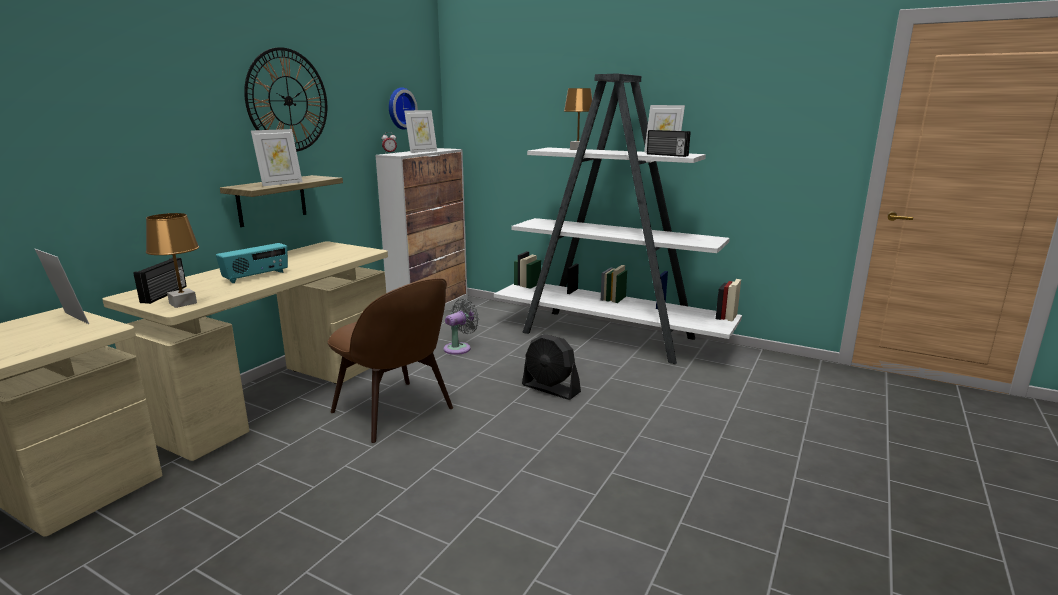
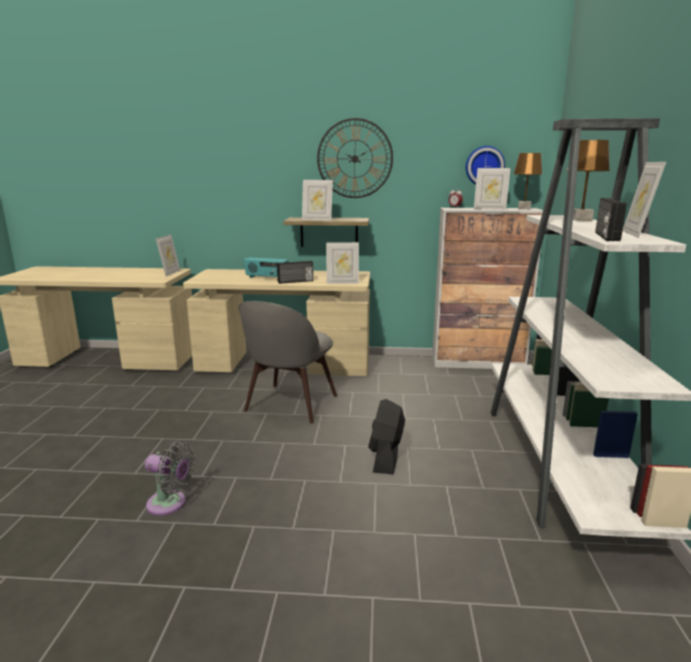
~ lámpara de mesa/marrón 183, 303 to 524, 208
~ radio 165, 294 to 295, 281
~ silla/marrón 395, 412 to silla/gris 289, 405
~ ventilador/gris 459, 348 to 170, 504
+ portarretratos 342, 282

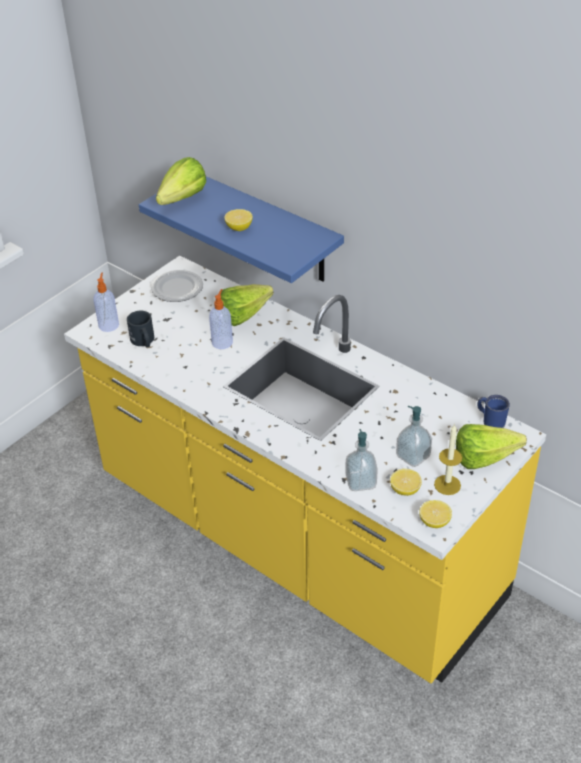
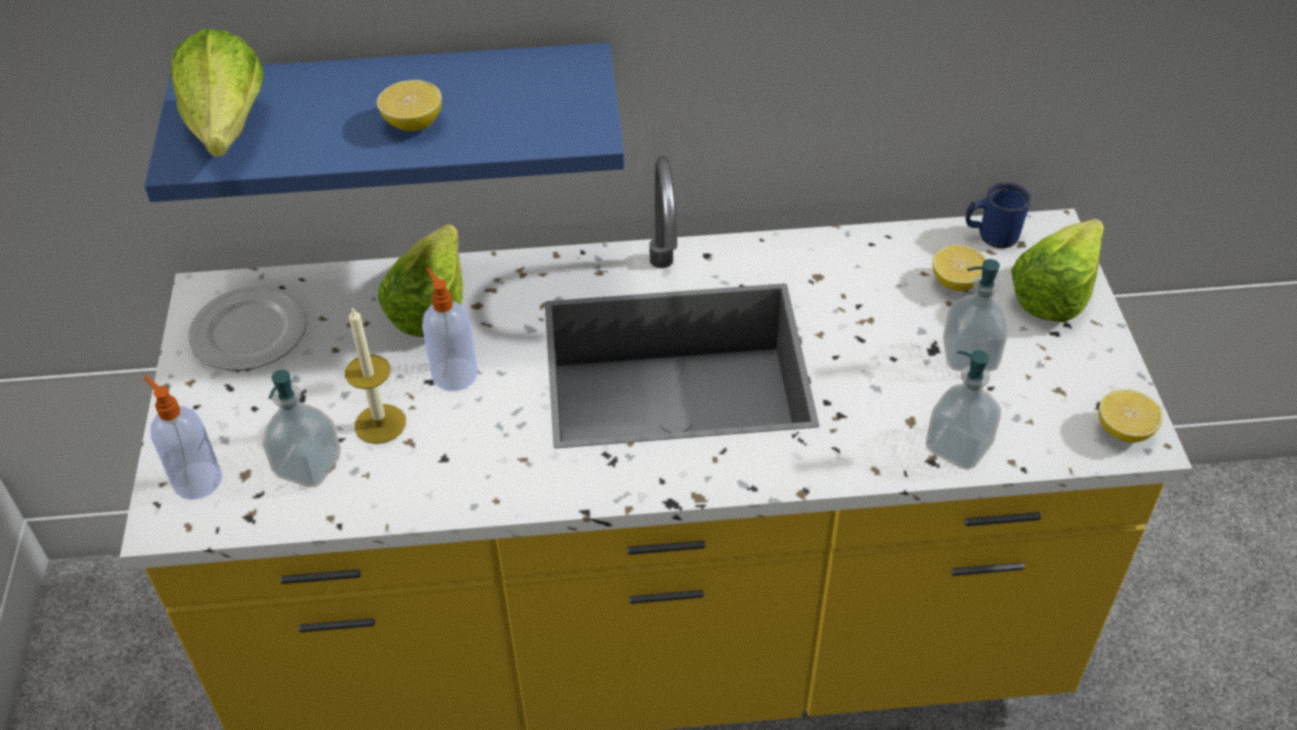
~ taza grande/negro 144, 341 to dispensador de jabón 308, 465
~ vela 447, 485 to 380, 424
~ limón 405, 490 to 956, 282

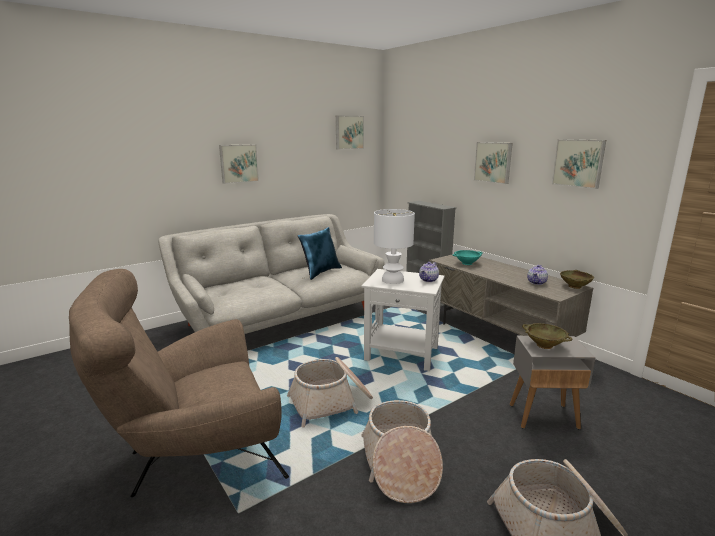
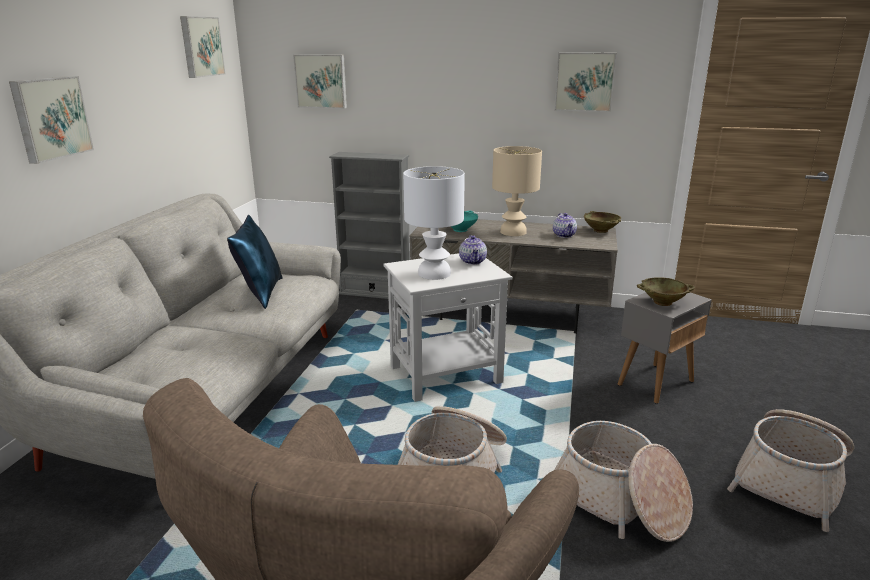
~ cuadro 493, 162 to 321, 81
+ lámpara de mesa/beis 514, 232

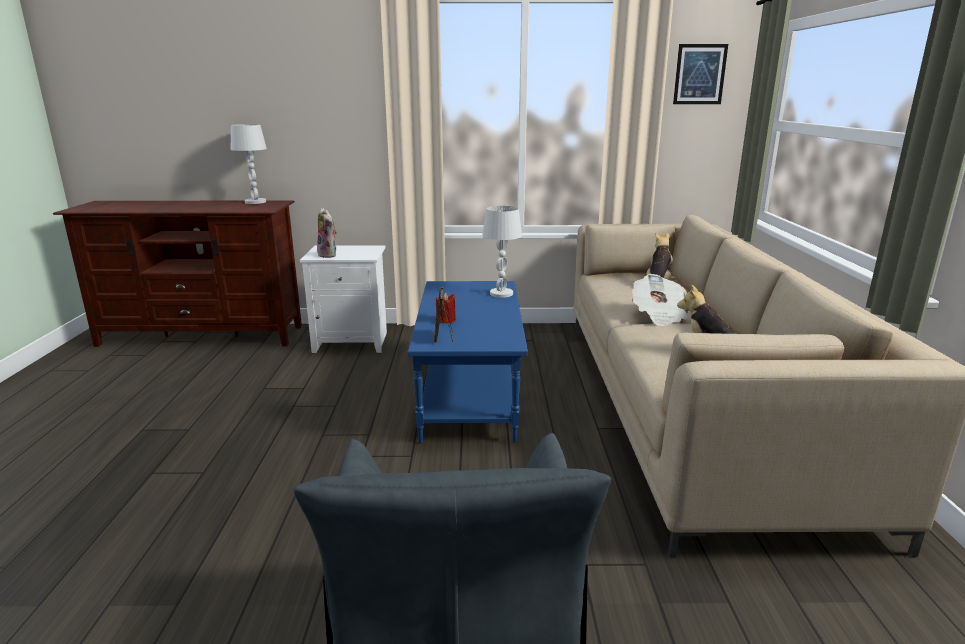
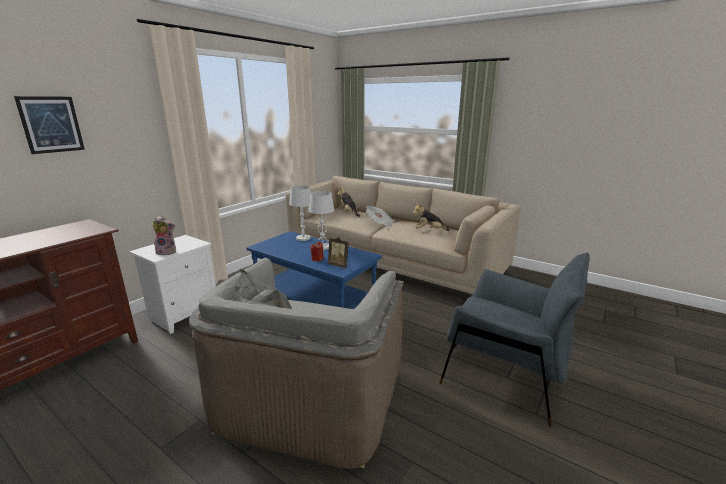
~ cuadro 700, 74 to 51, 124
~ lámpara de mesa/blanco 255, 202 to 322, 247
+ sillón/gris 311, 397

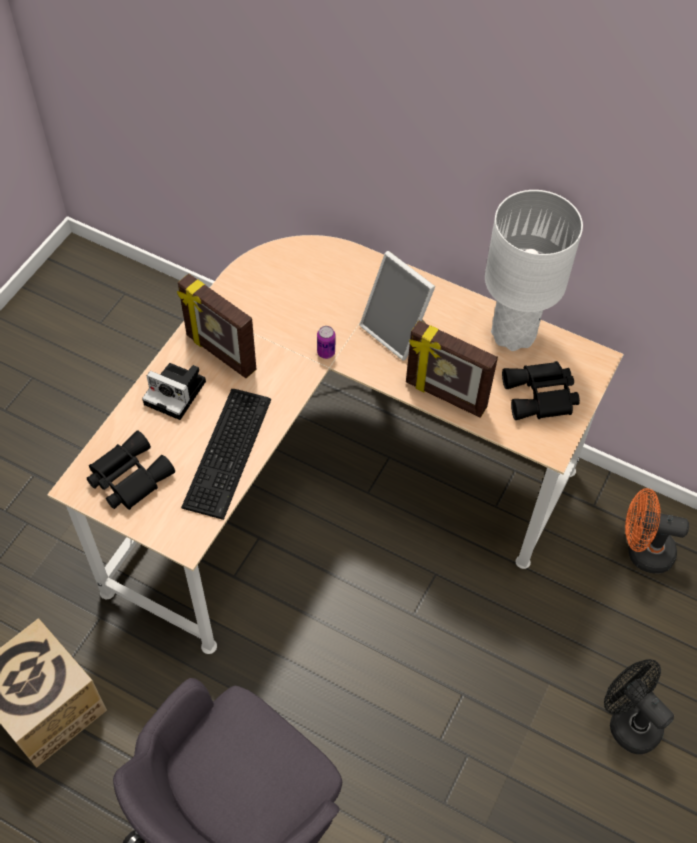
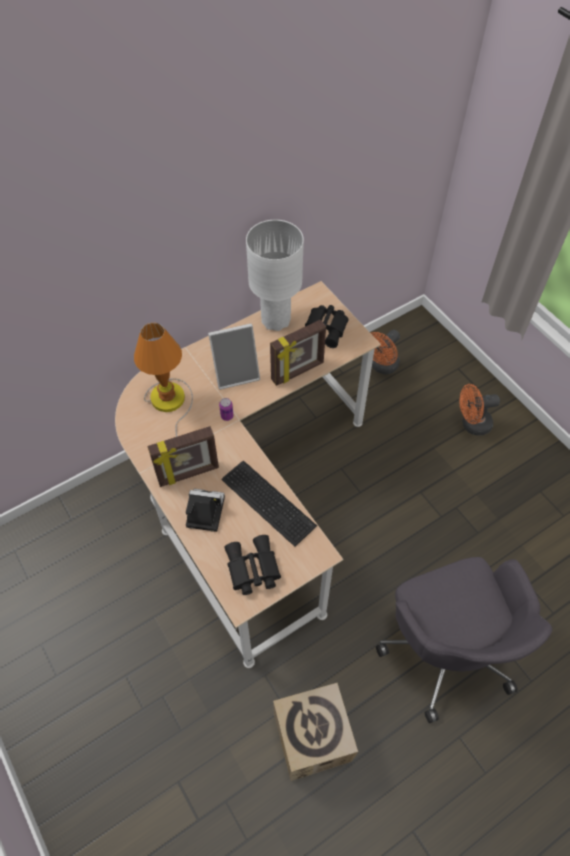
~ cámara 177, 393 = 203, 512 135 degrees counterclockwise
~ ventilador/negro 628, 721 to ventilador/naranja 471, 424
+ lámpara de mesa 170, 401

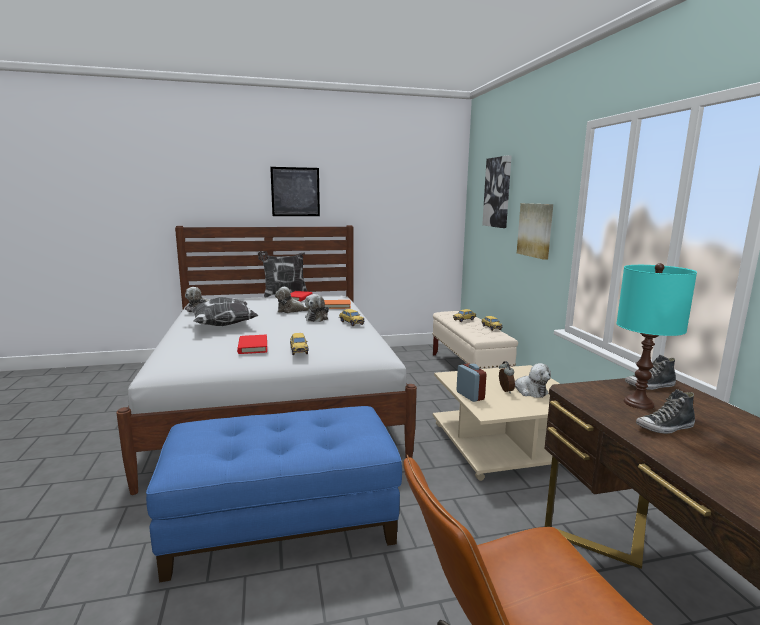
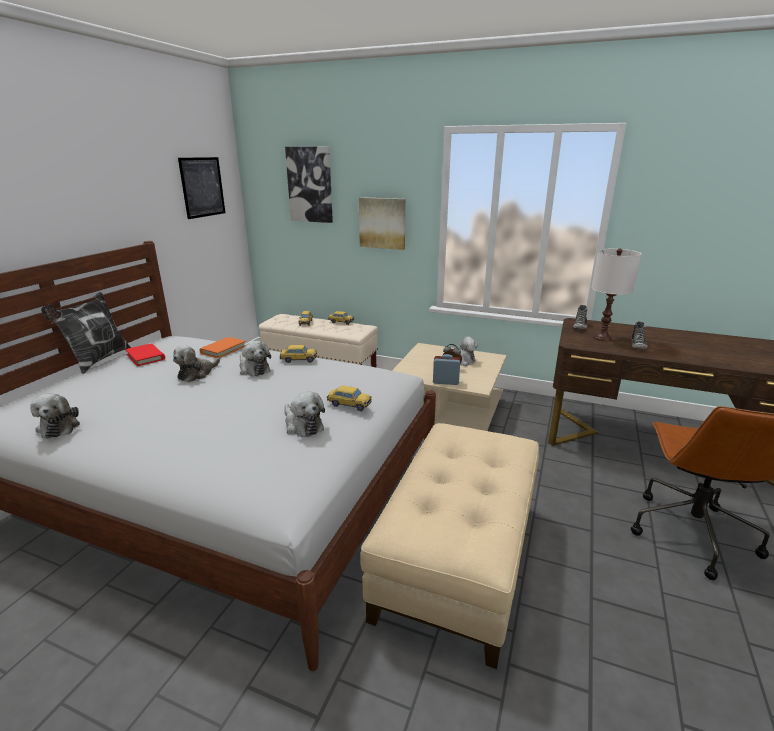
~ cuadro 295, 192 to 202, 187
~ lámpara de mesa/turquesa 638, 403 to lámpara de mesa/blanco 602, 338
- cojín 221, 325
~ libro/rojo 252, 347 to peluche 302, 425
~ puf/azul 282, 519 to puf/beis 456, 556

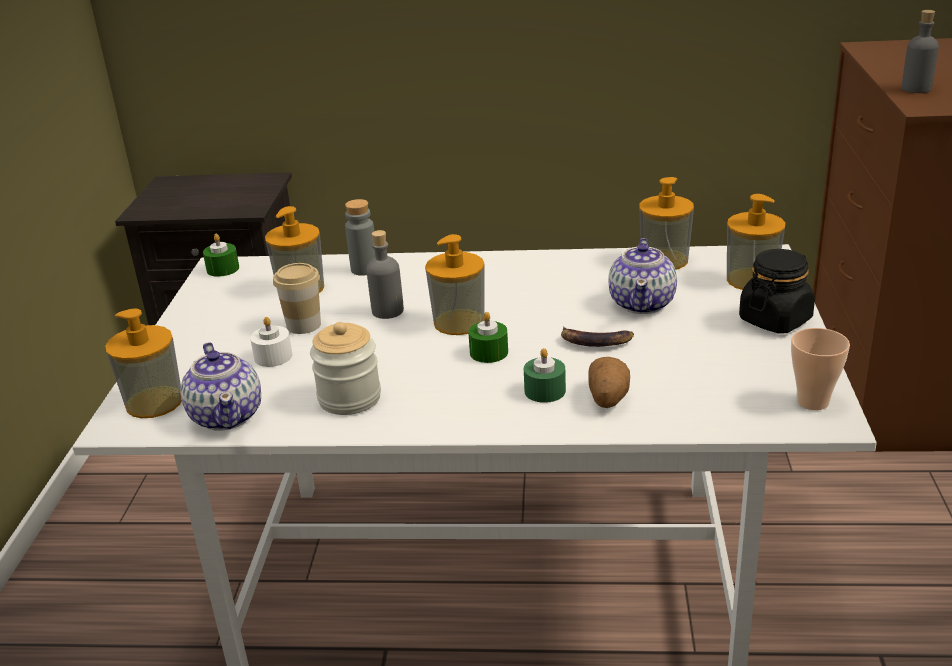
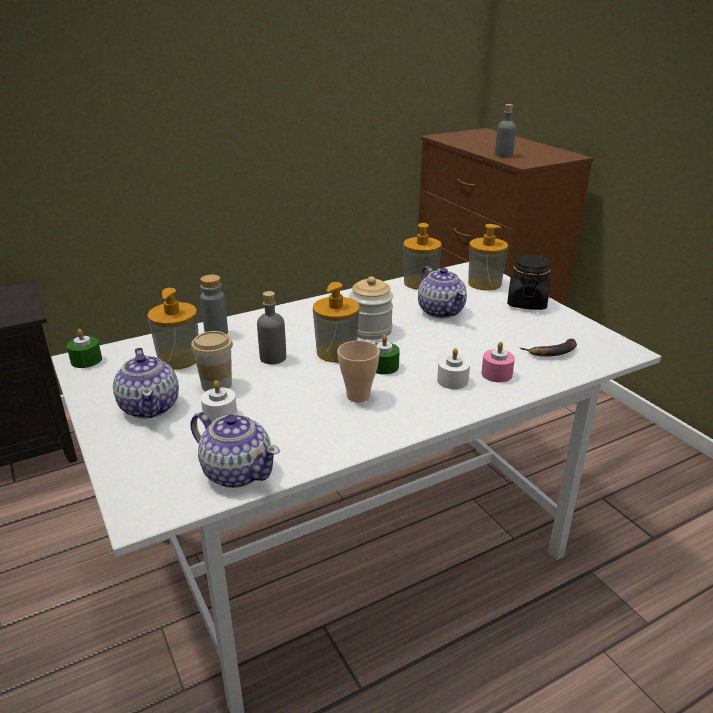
- dispensador de jabón 154, 402
~ tarro 349, 398 to 370, 330
~ plátano 595, 341 to 552, 351
~ taza 813, 401 to 358, 396
~ vela/verde 545, 391 to vela/blanco 452, 380
~ patata 608, 398 to vela/rosa 496, 374
+ tetera 150, 406

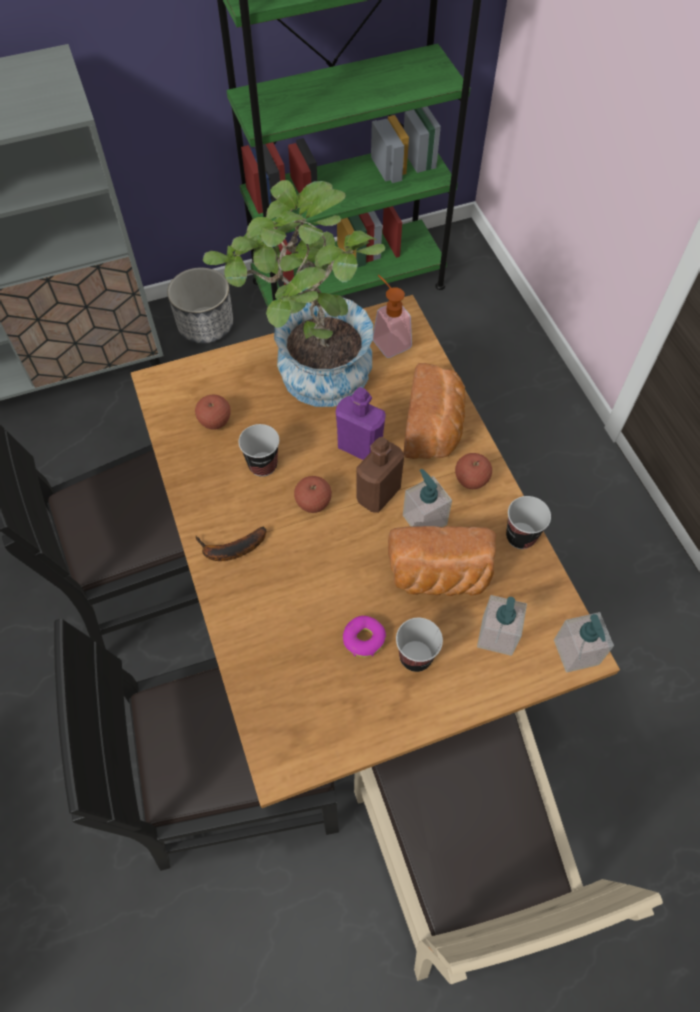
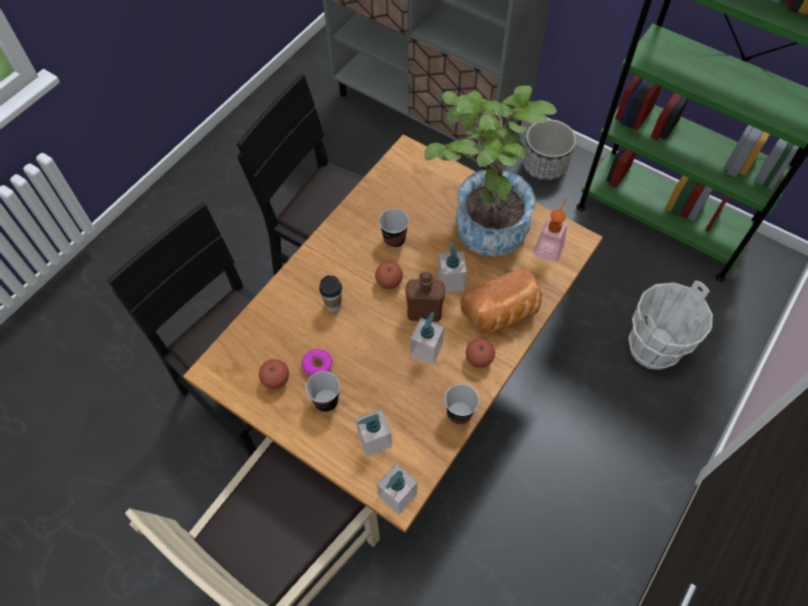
~ botella/morado 360, 447 to dispensador de jabón 450, 281
~ manzana 215, 422 to 276, 380
- pan 439, 576
- plátano 230, 550
+ taza 333, 305
+ cubo/blanco 653, 349

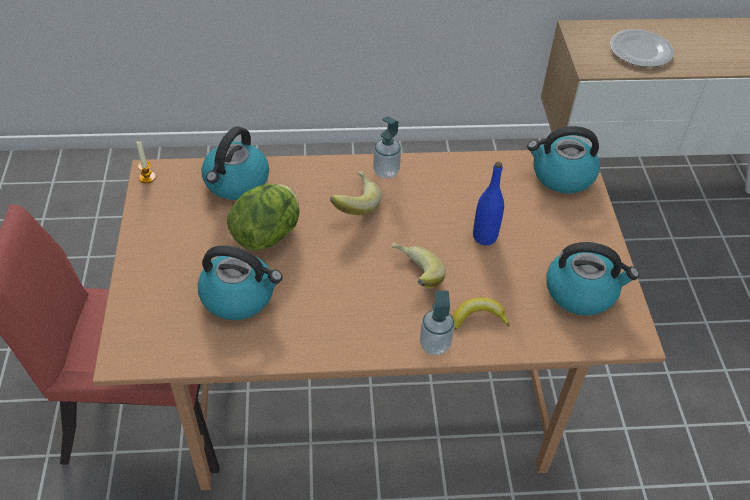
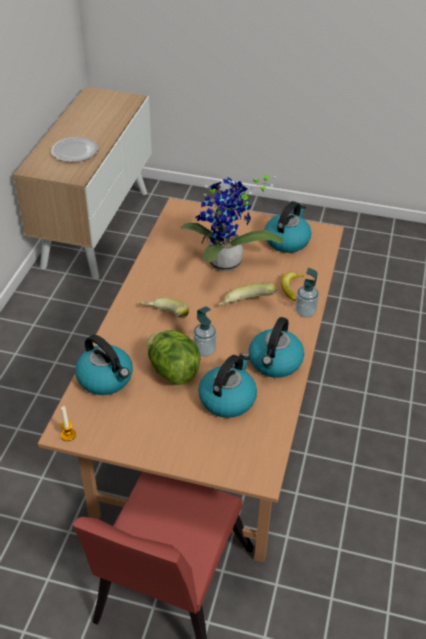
~ dispensador de jabón 386, 171 to 204, 350
~ hervidor 561, 176 to 275, 362
~ botella/azul 484, 237 to planta en maceta 225, 265

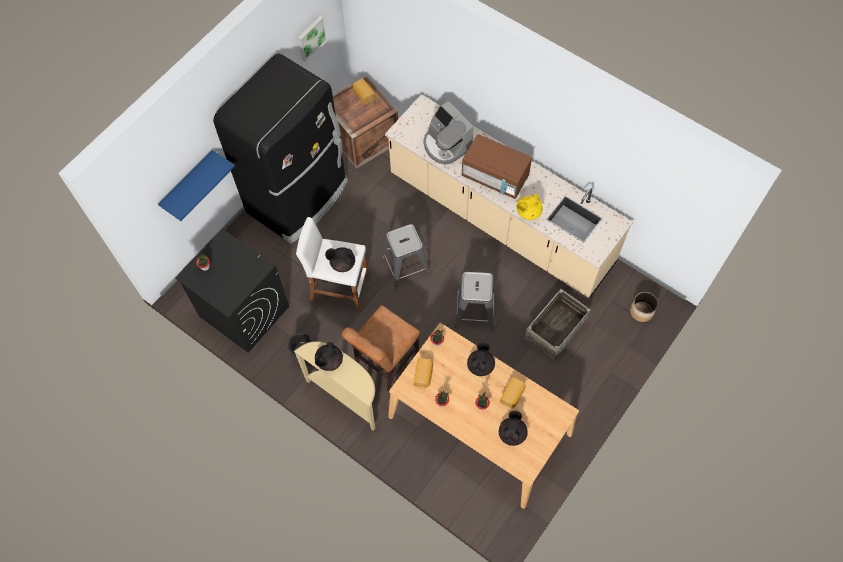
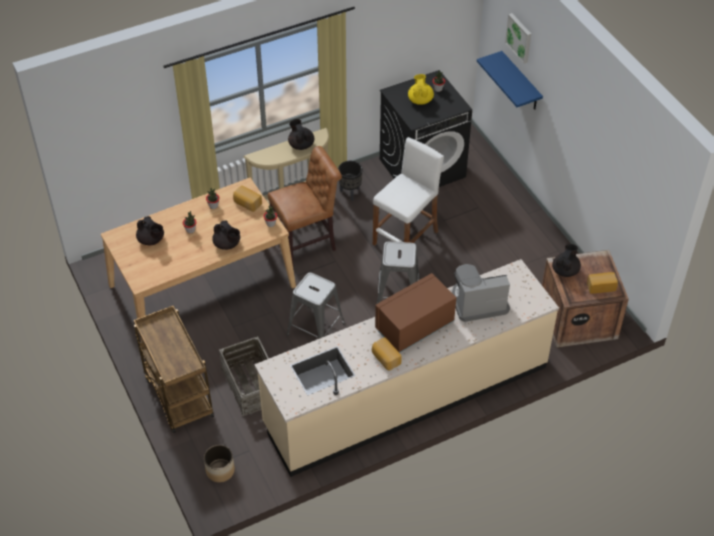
~ cuadro 311, 37 to 519, 37
- nevera/negro 299, 197
~ tetera/amarillo 528, 212 to 420, 100
~ tetera/negro 342, 263 to 565, 270
~ silla/marrón 384, 363 = 307, 243 90 degrees clockwise
~ pan 513, 395 to 385, 359
+ carrito/marrón 177, 396

